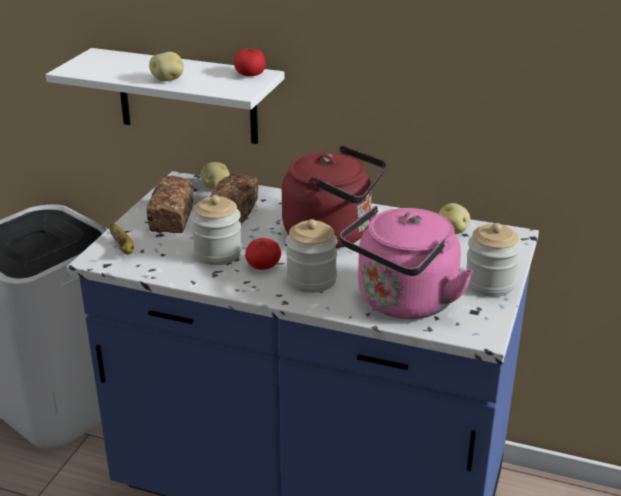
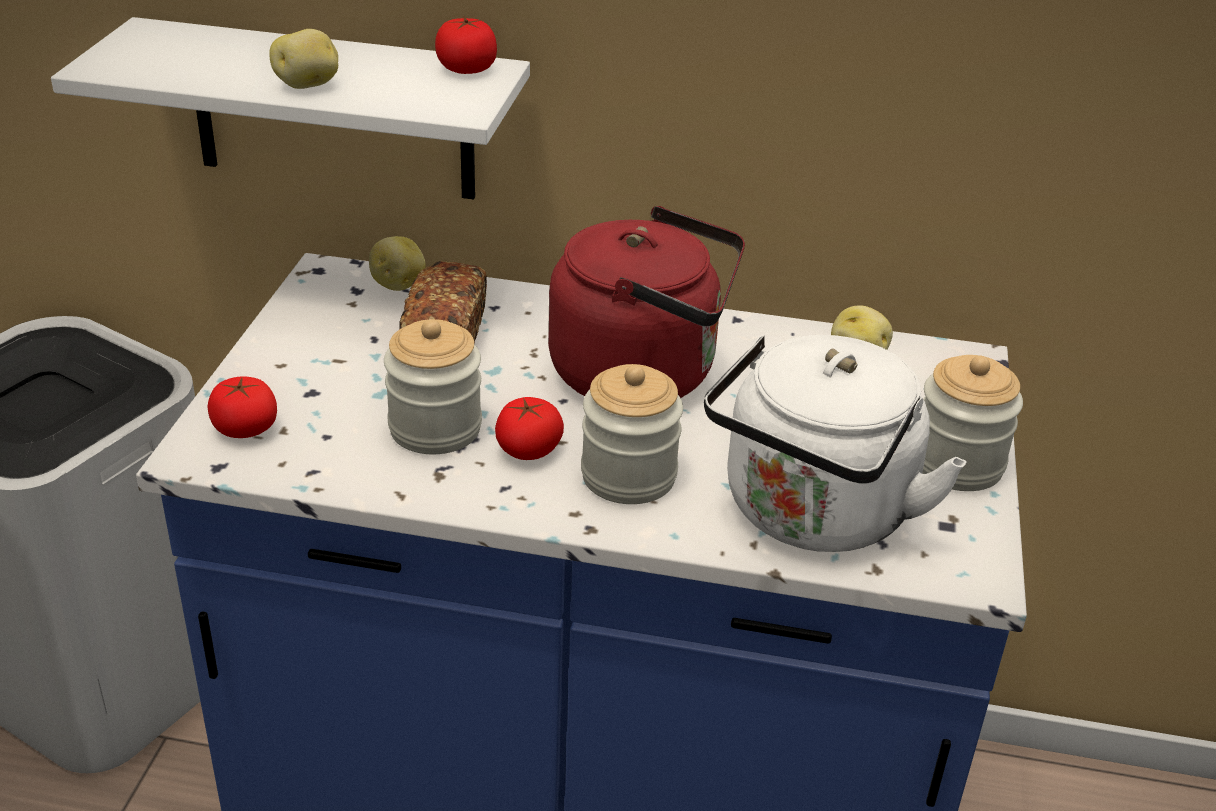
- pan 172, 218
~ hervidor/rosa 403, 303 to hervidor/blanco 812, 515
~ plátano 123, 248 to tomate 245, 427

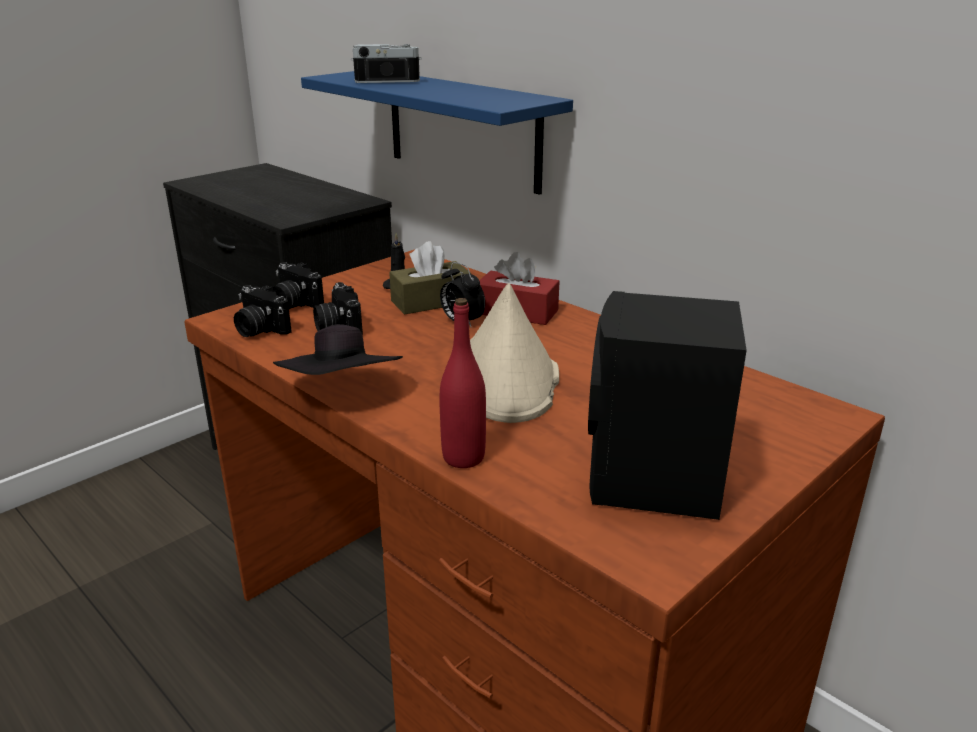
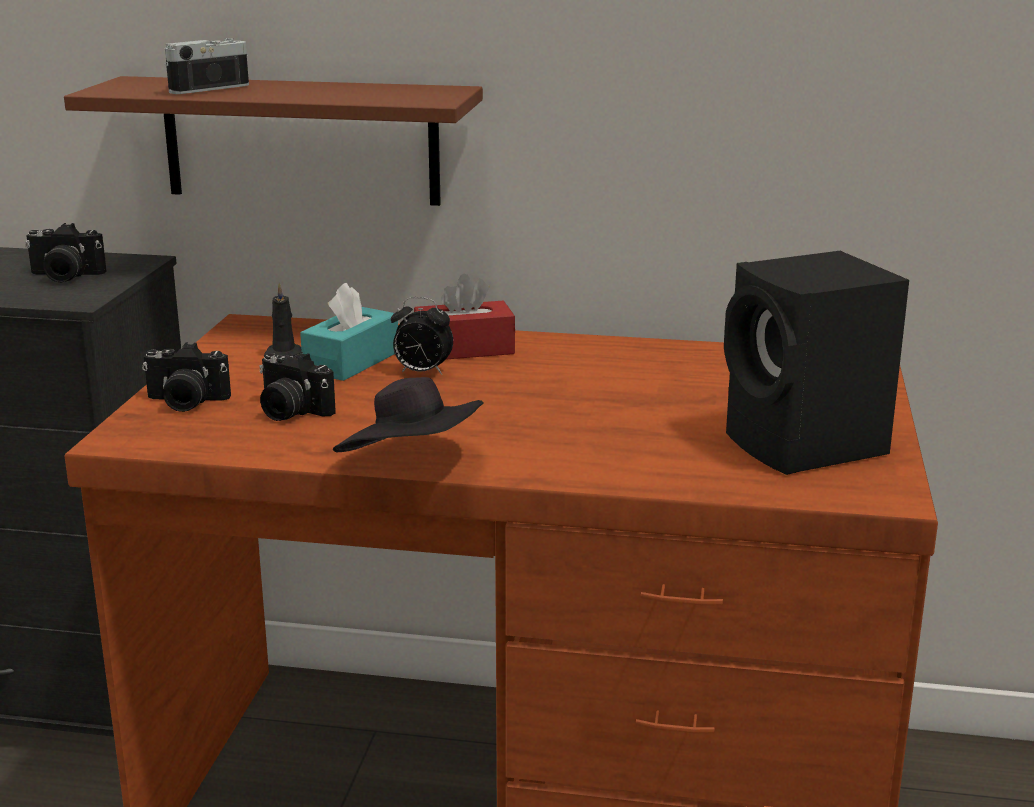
~ estante/azul 462, 129 to estante/marrón 301, 140
~ caja de pañuelos/marrón 431, 301 to caja de pañuelos/turquesa 351, 362
- sombrero/beis 506, 377
~ cámara 259, 330 to 65, 276
- botella/rojo 463, 457

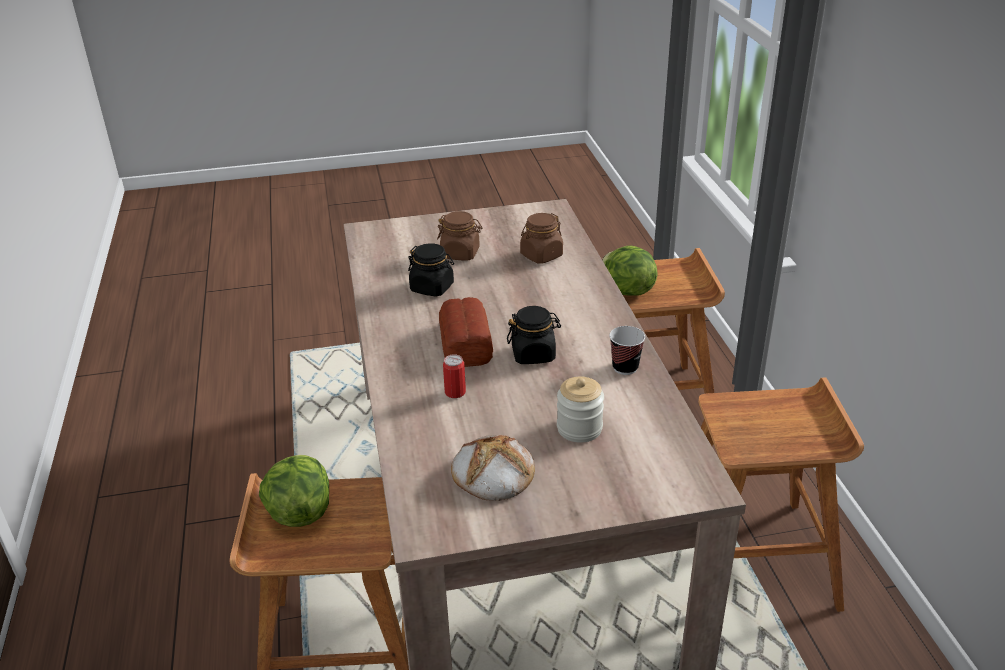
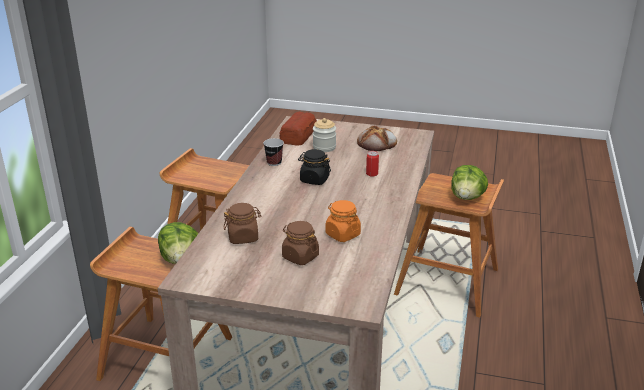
~ tarro/negro 432, 288 to tarro/naranja 342, 234
~ pan 465, 343 to 299, 135

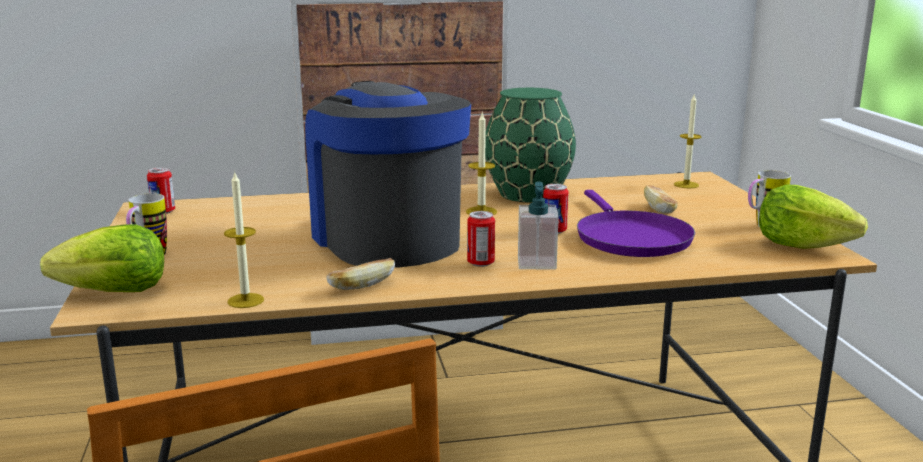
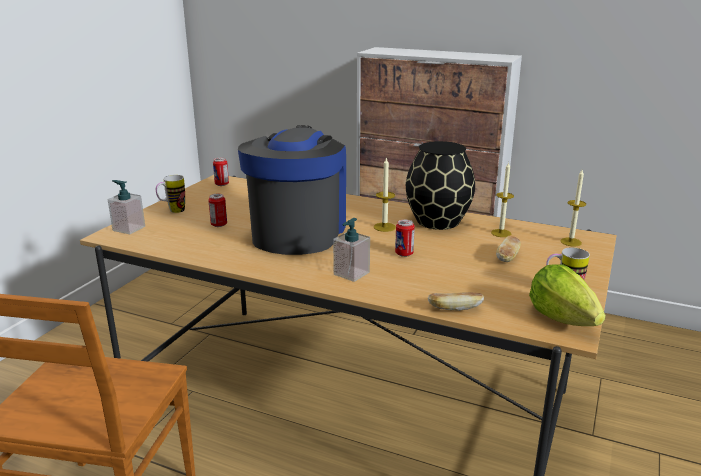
~ florero/verde 529, 194 to florero/negro 439, 221
~ vela 245, 300 to 501, 233
- sartén/morado 630, 238
~ lata 480, 263 to 219, 225
~ lechuga 115, 293 to dispensador de jabón 129, 228
~ pan 361, 287 to 454, 309

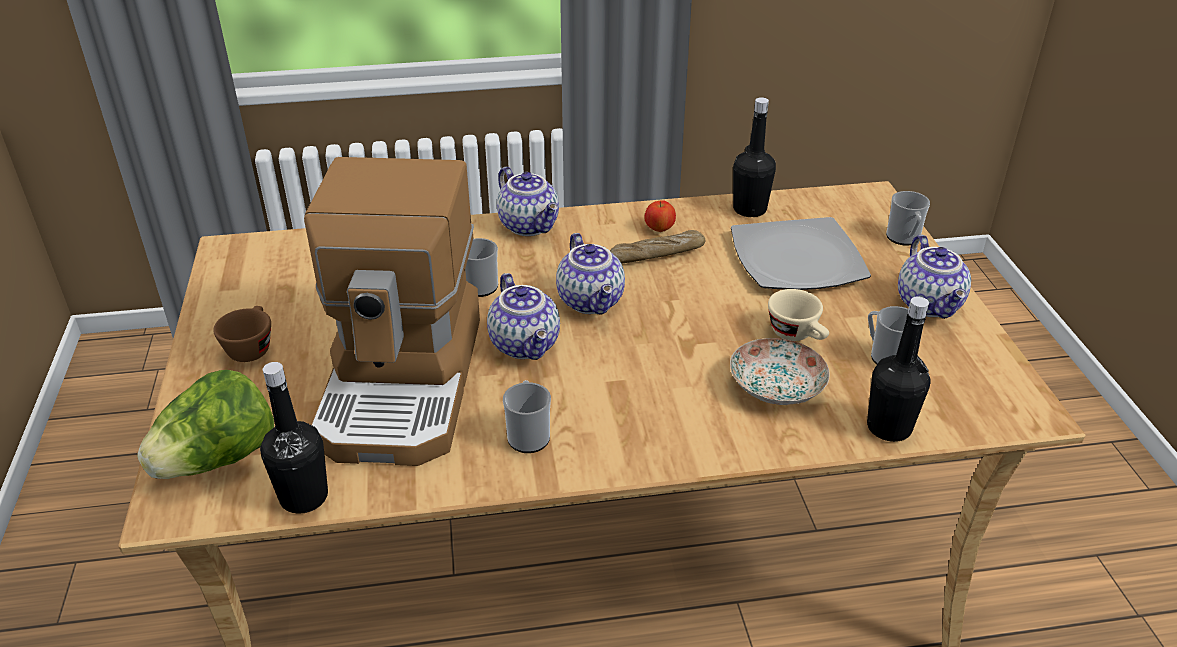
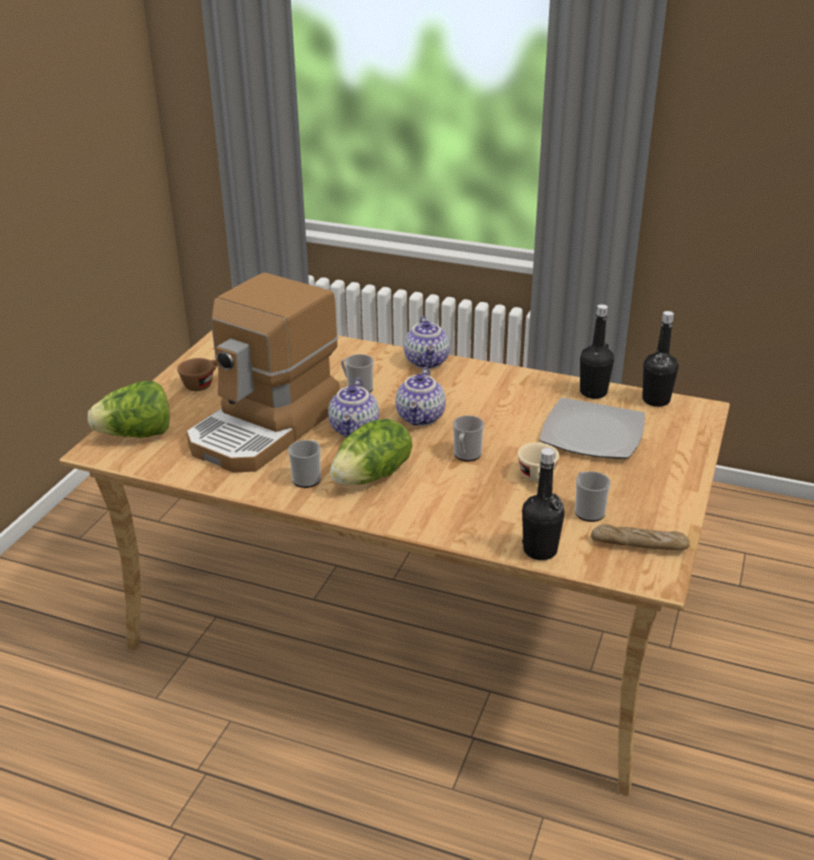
~ taza grande 904, 239 to 466, 455
- manzana 659, 229
~ pan 656, 256 to 638, 545
- tetera 930, 304
- plato 777, 386
~ botella/negro 304, 497 to 656, 400
+ lechuga 373, 476

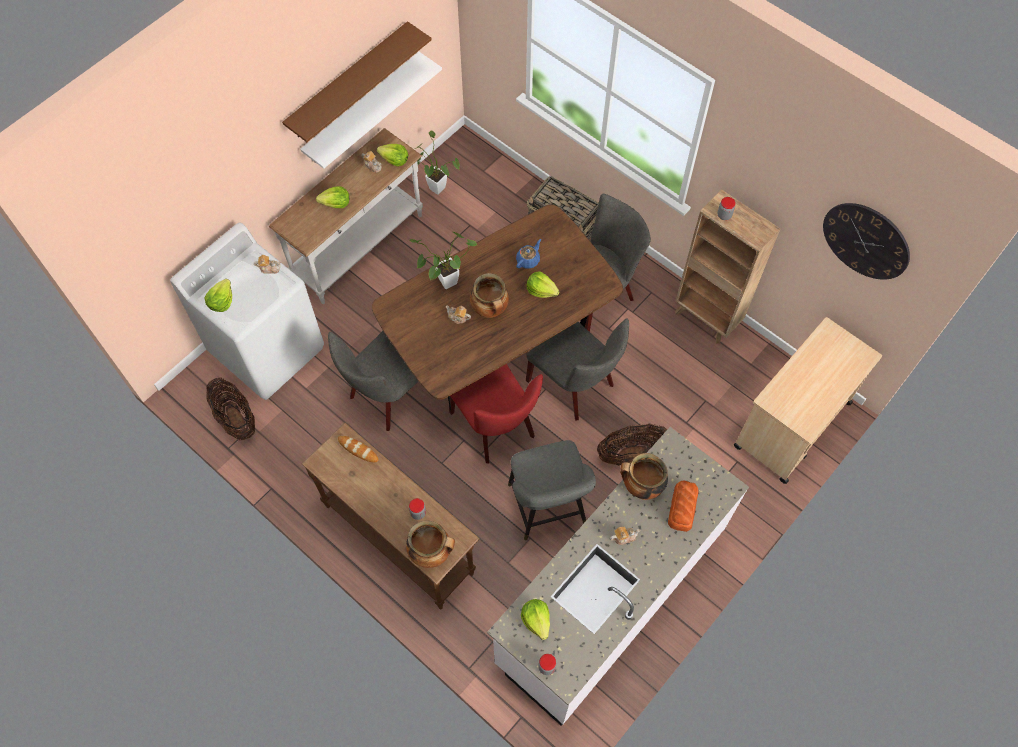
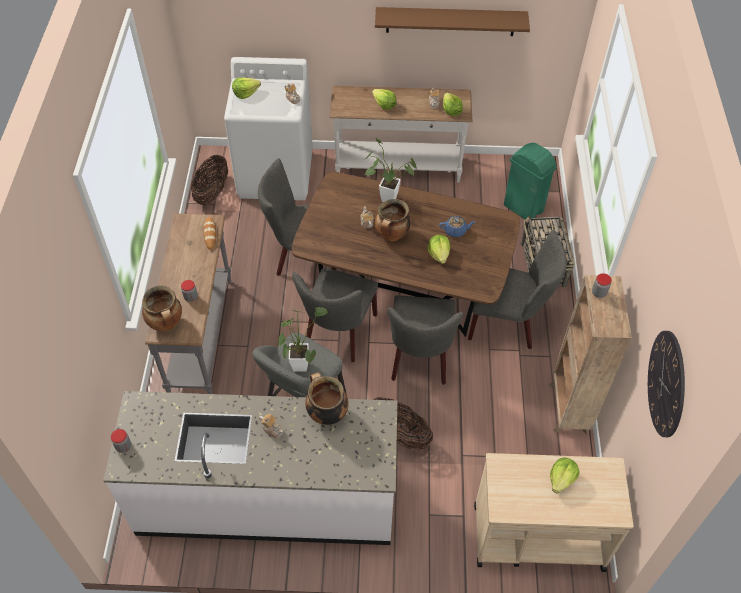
- estante/blanco 363, 109
~ planta en maceta 434, 186 to 300, 362
~ silla/rojo 496, 427 to silla/gris 338, 334
~ mesa consola/marrón 400, 538 to mesa consola/gris 202, 336
- pan 682, 508
~ lechuga 536, 620 to 561, 479
+ papelera/verde 523, 209

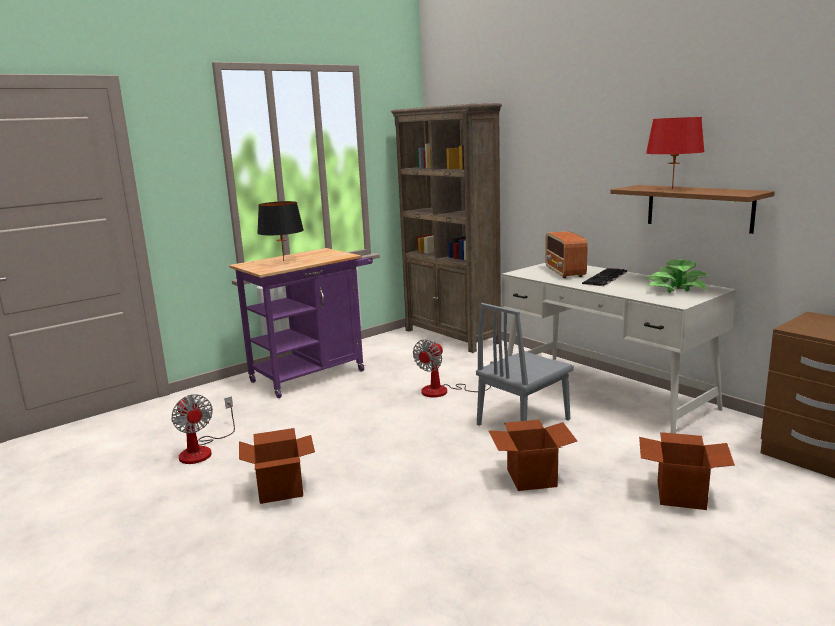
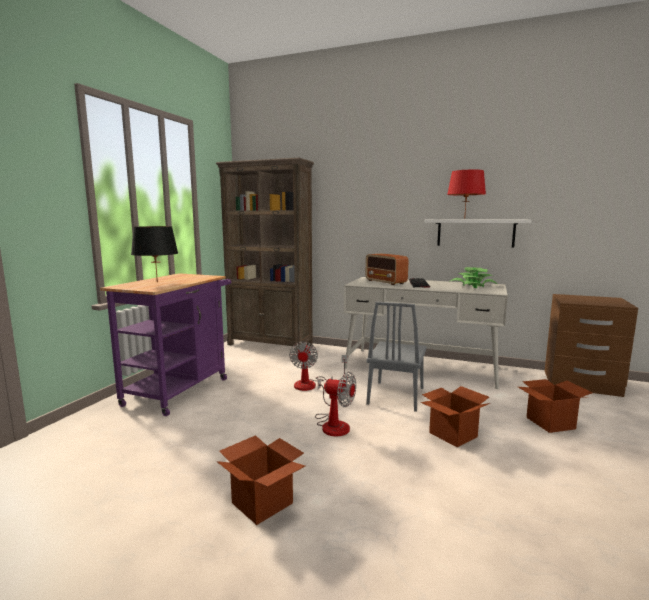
~ estante/marrón 699, 208 to estante/blanco 475, 233
~ ventilador 202, 450 to 333, 424

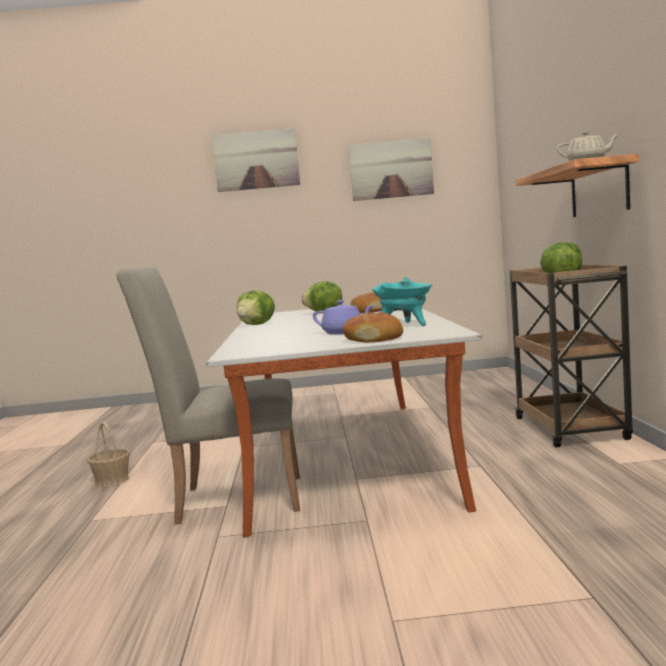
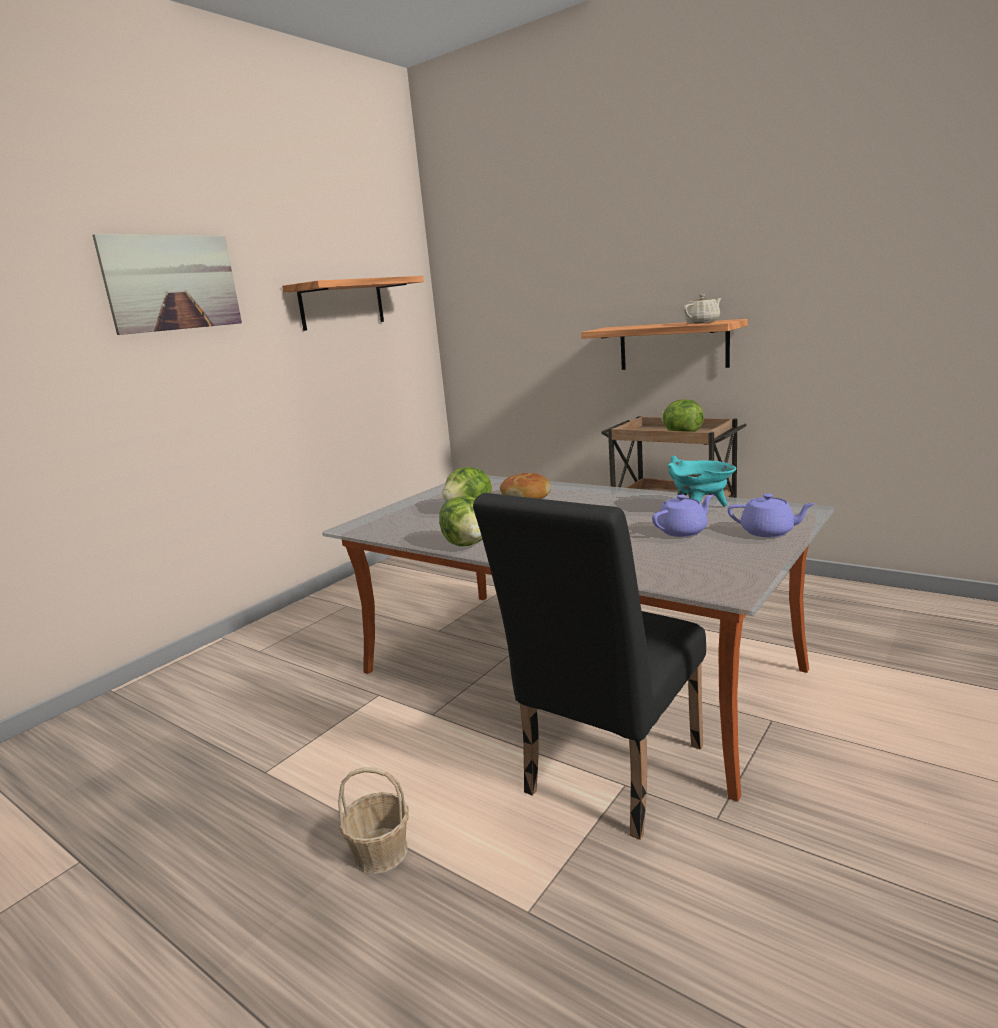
~ cuadro 391, 169 to estante 342, 304
~ silla/beis 229, 499 to silla/negro 607, 776
~ pan 374, 339 to tetera/morado 769, 532

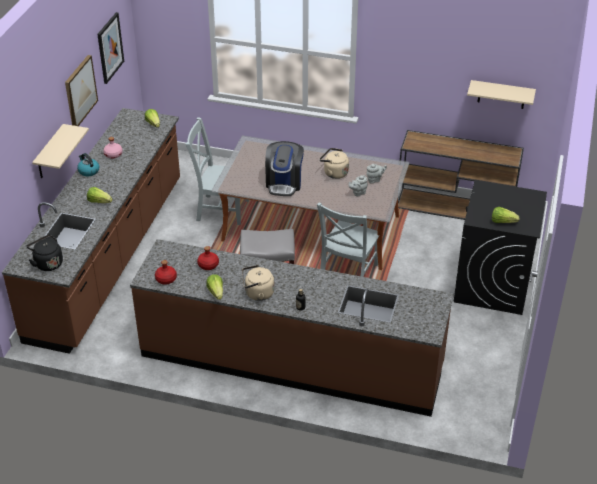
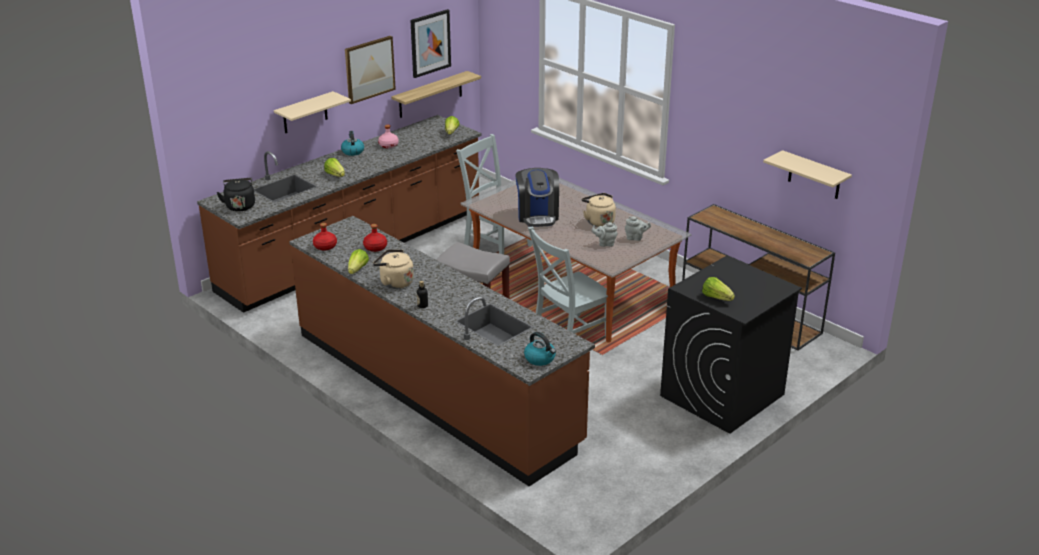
~ cafetera 284, 183 = 537, 216 45 degrees counterclockwise
+ estante 430, 94
+ hervidor 540, 359

